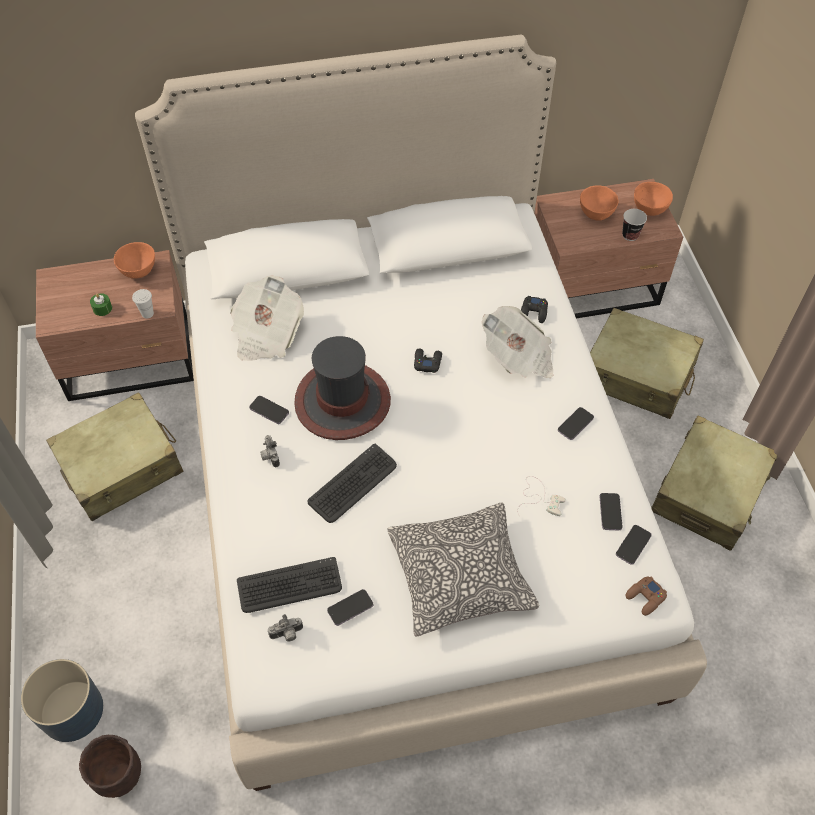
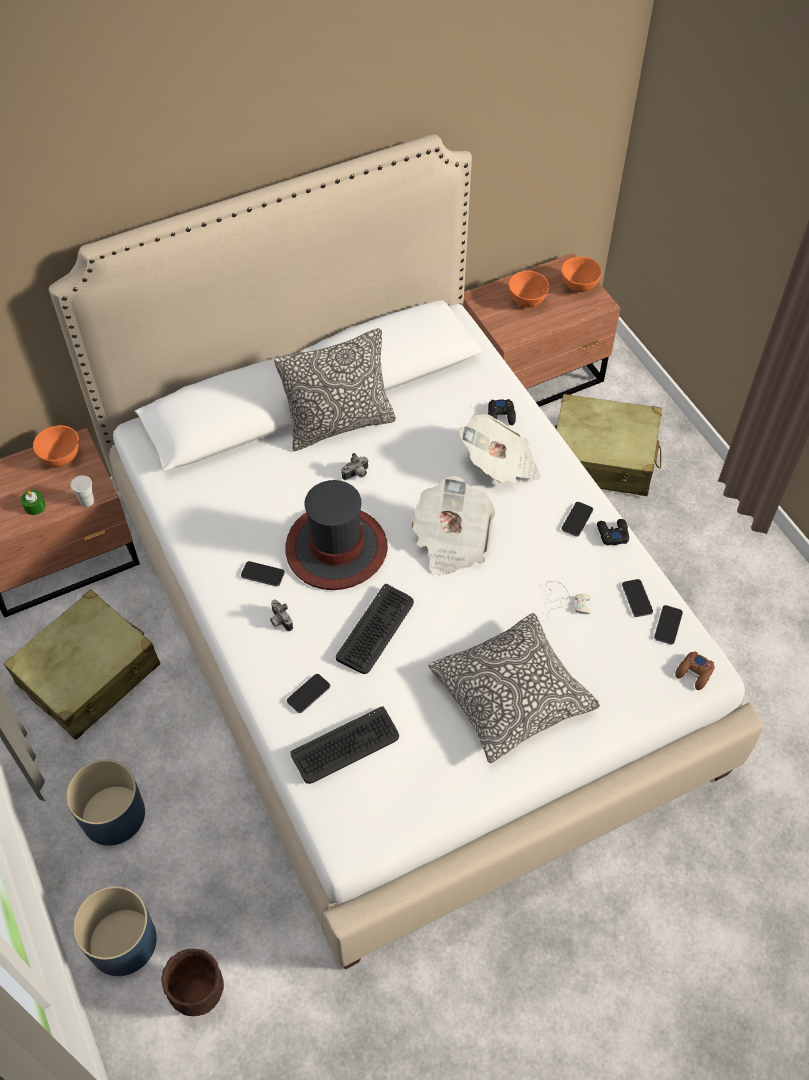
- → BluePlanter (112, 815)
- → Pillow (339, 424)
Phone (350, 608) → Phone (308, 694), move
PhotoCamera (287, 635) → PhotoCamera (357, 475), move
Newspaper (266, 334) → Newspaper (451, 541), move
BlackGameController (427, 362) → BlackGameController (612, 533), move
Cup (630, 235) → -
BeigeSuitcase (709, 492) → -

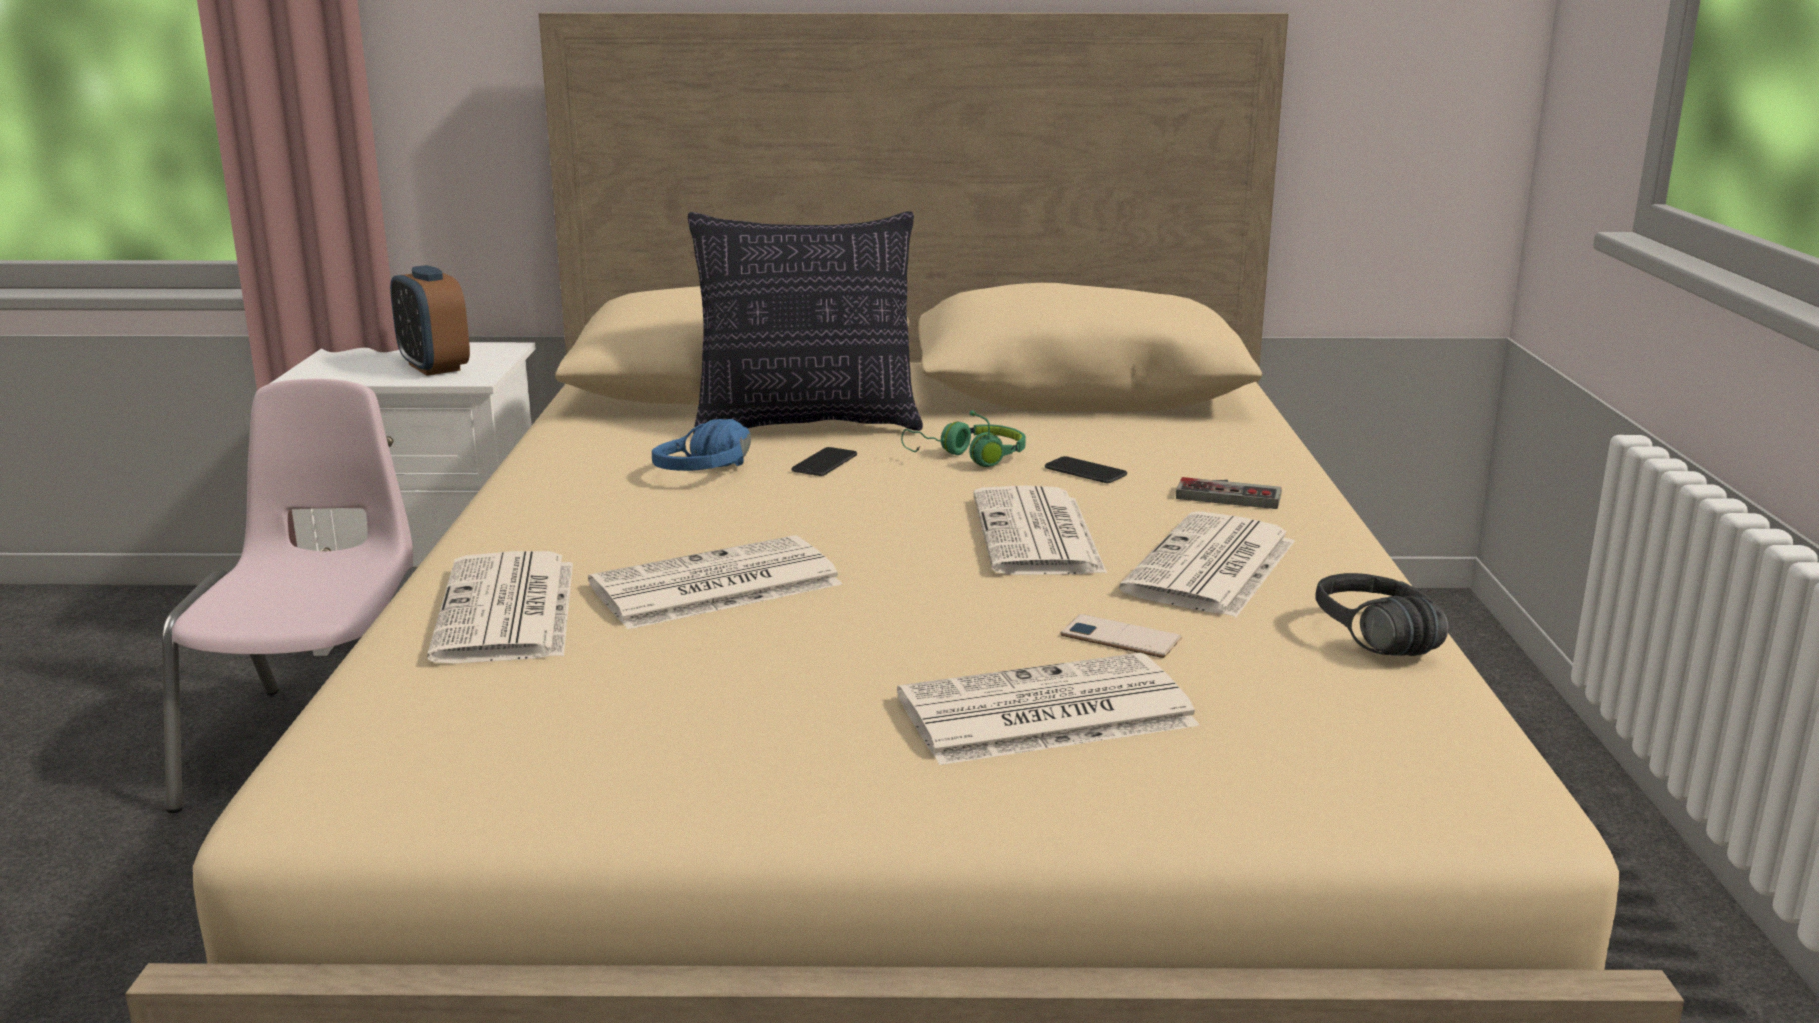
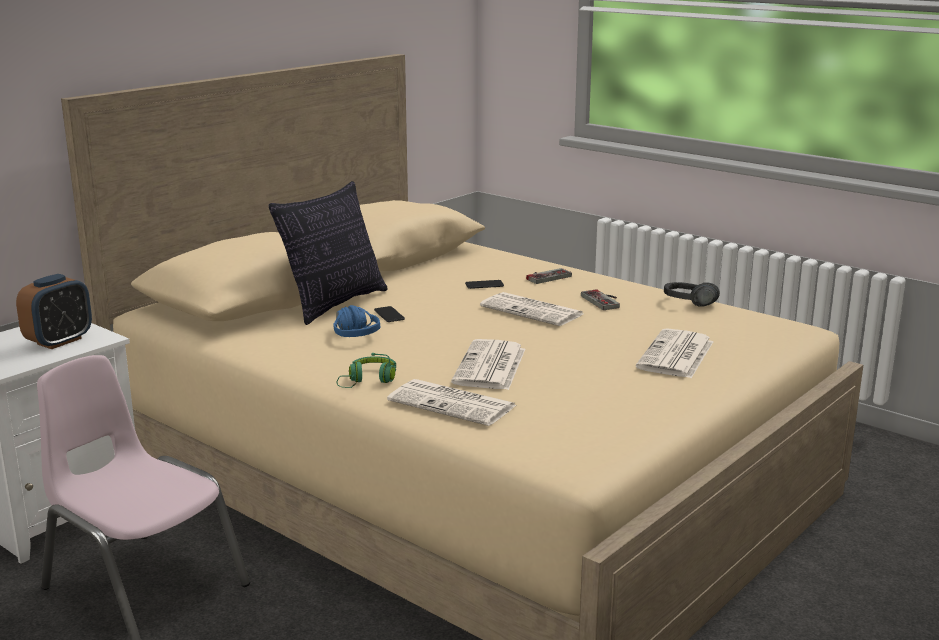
AlarmClock (434, 367) → AlarmClock (59, 341), 60 degrees counterclockwise
GreenHeadphones (970, 458) → GreenHeadphones (368, 381), move
Newspaper (1211, 568) → GameController (604, 301)
Phone (1120, 637) → -

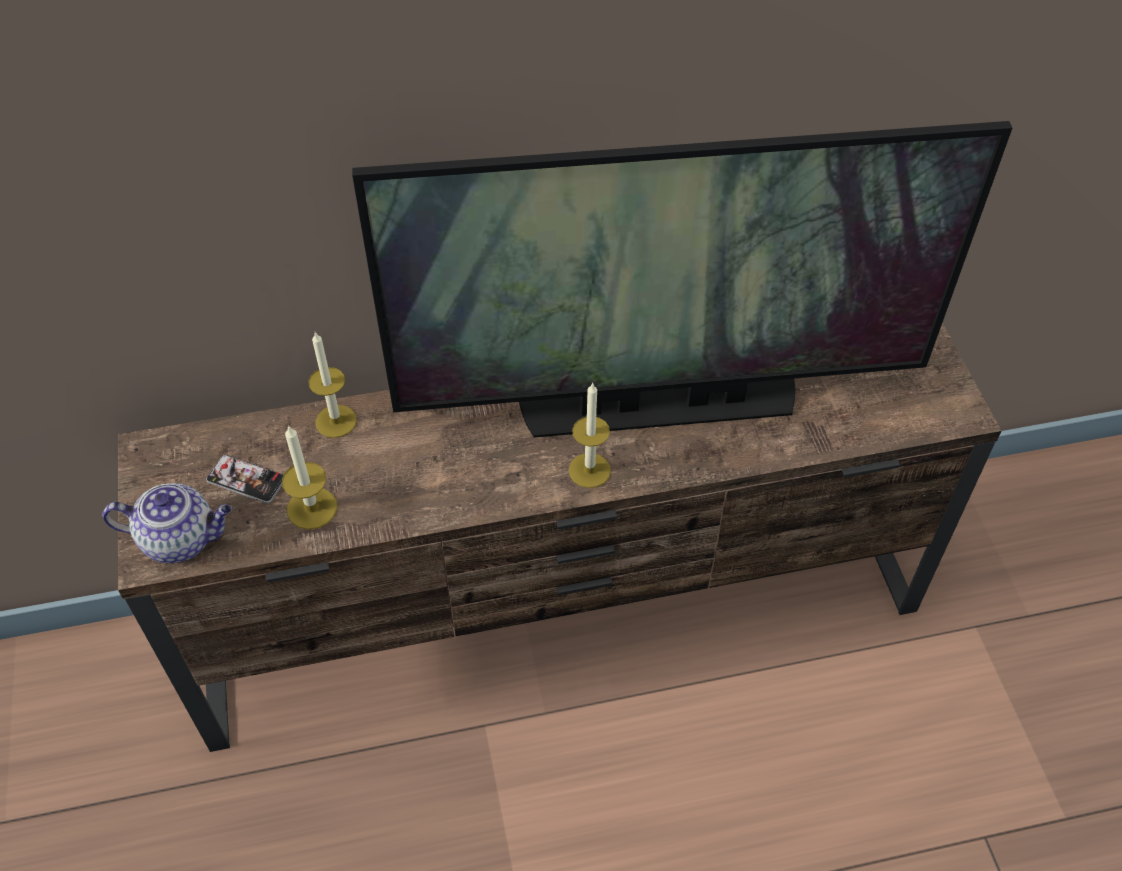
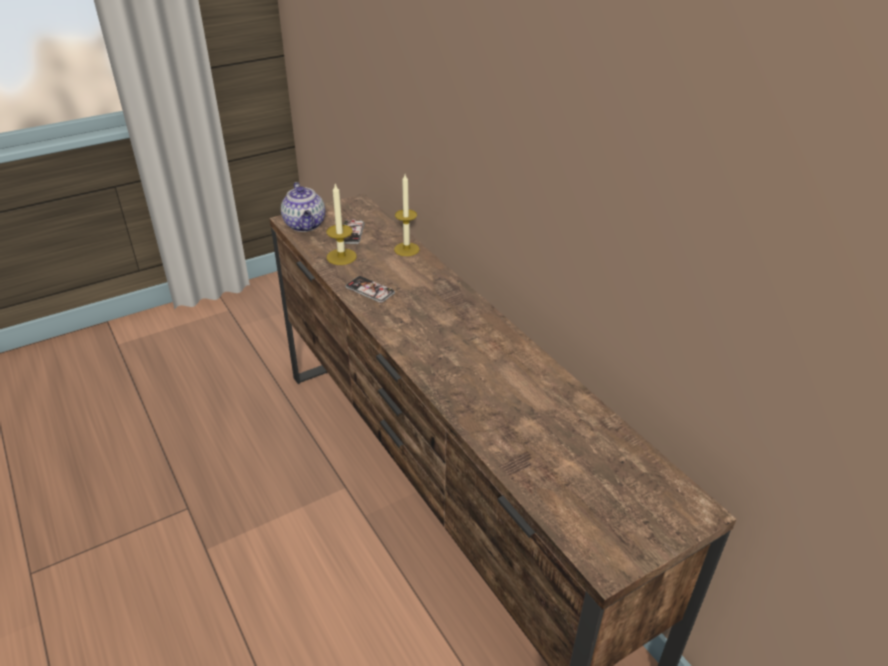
- → Phone (370, 290)
Television (659, 404) → -
Candle (589, 470) → -

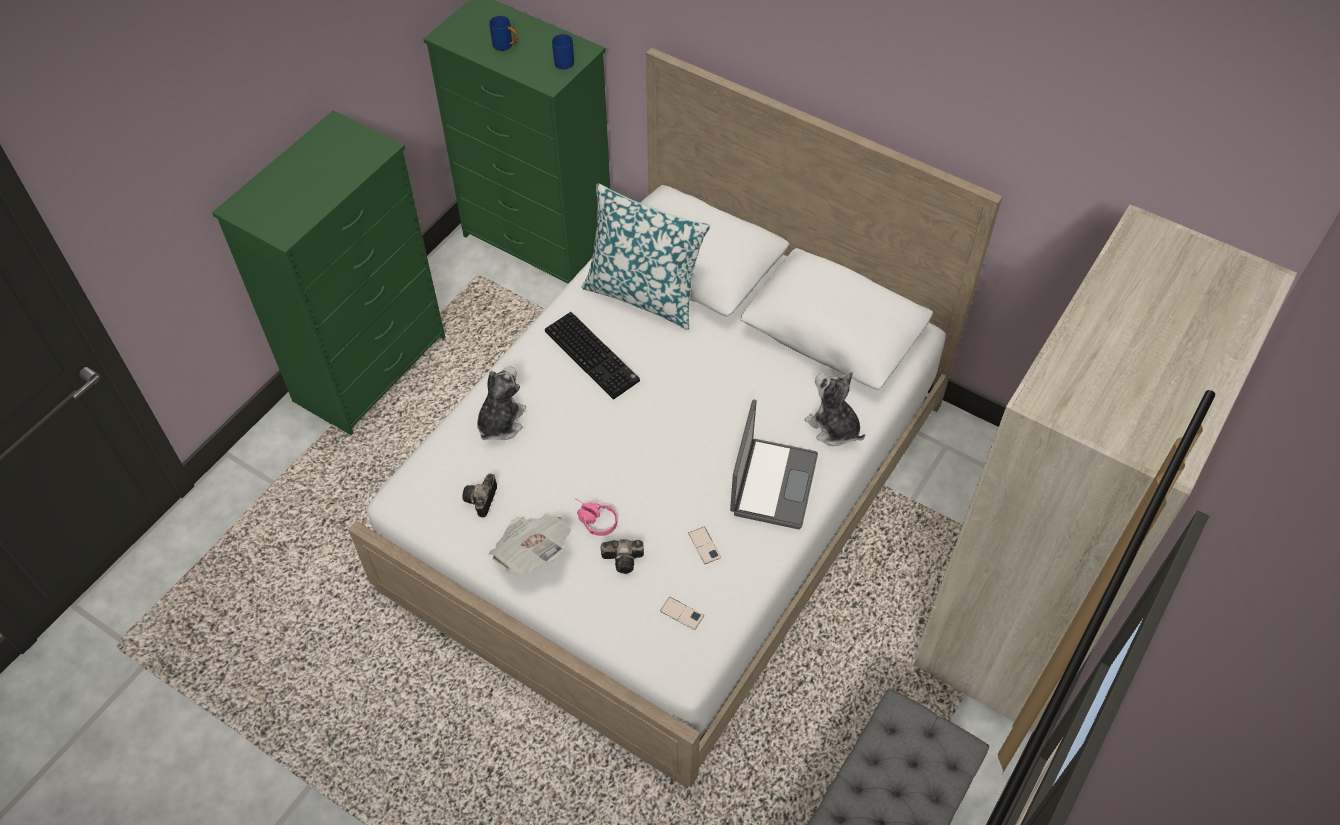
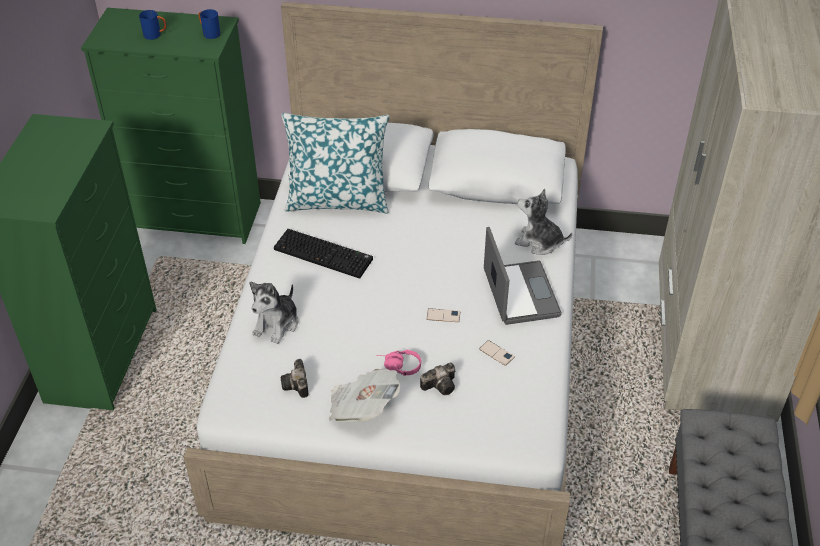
PlushToy (500, 422) → PlushToy (277, 324), 150 degrees counterclockwise
Phone (682, 613) → Phone (443, 315), move

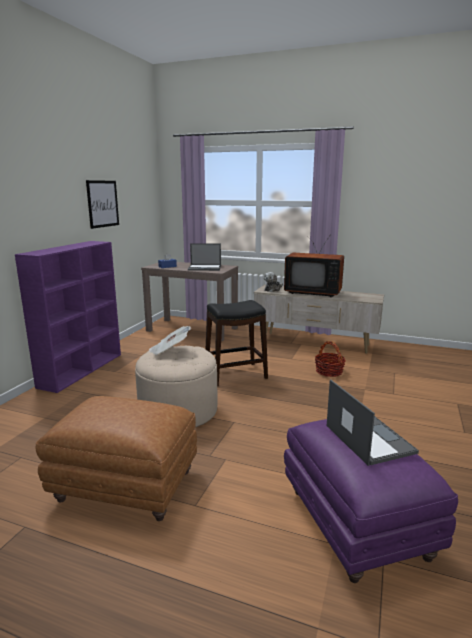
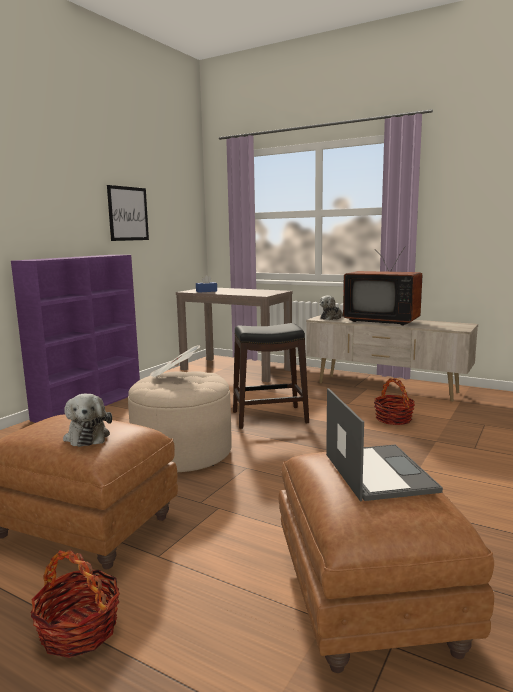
- → Basket (79, 630)
- → PlushToy (87, 436)
PurpleOttoman (355, 522) → BrownOttoman (365, 597)
Laptop (205, 268) → -

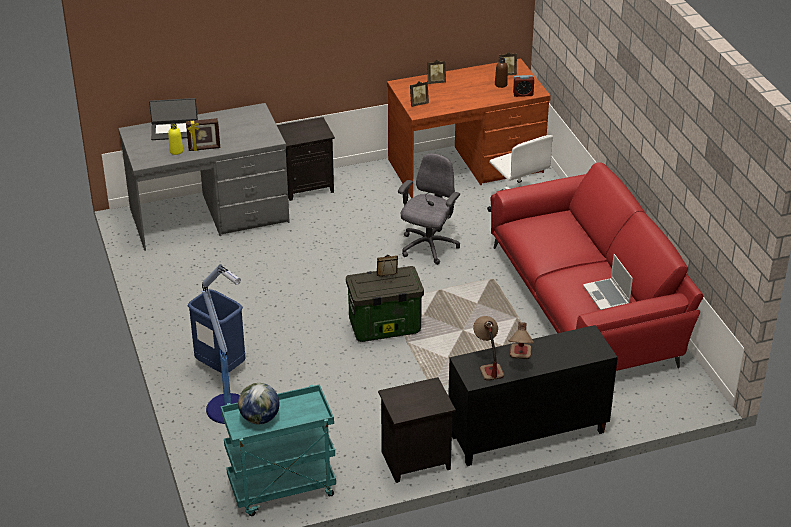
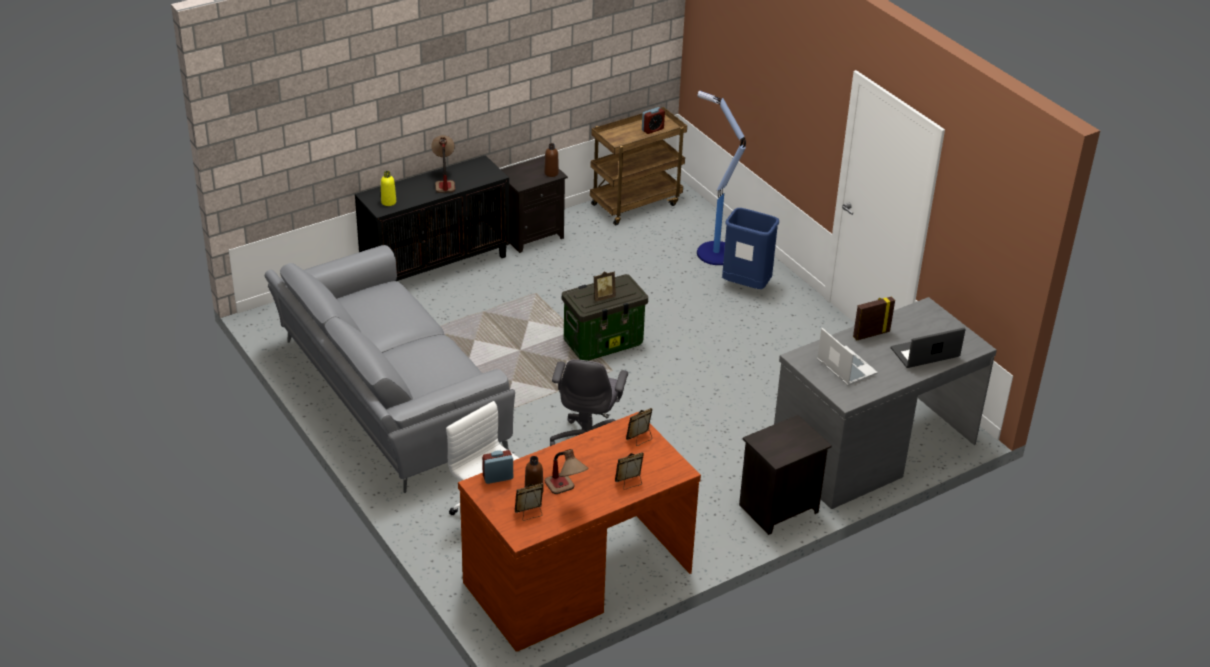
RedSofa (586, 304) → GreySofa (388, 396)
YellowBottle (176, 151) → YellowBottle (388, 202), move
- → BrownBottle (551, 173)
TableLamp (487, 364) → TableLamp (566, 493), move
TurquoiseCart (281, 490) → BrownCart (635, 203)
Globe (259, 419) → AlarmClock (652, 129)
Laptop (607, 296) → Laptop (845, 367), move

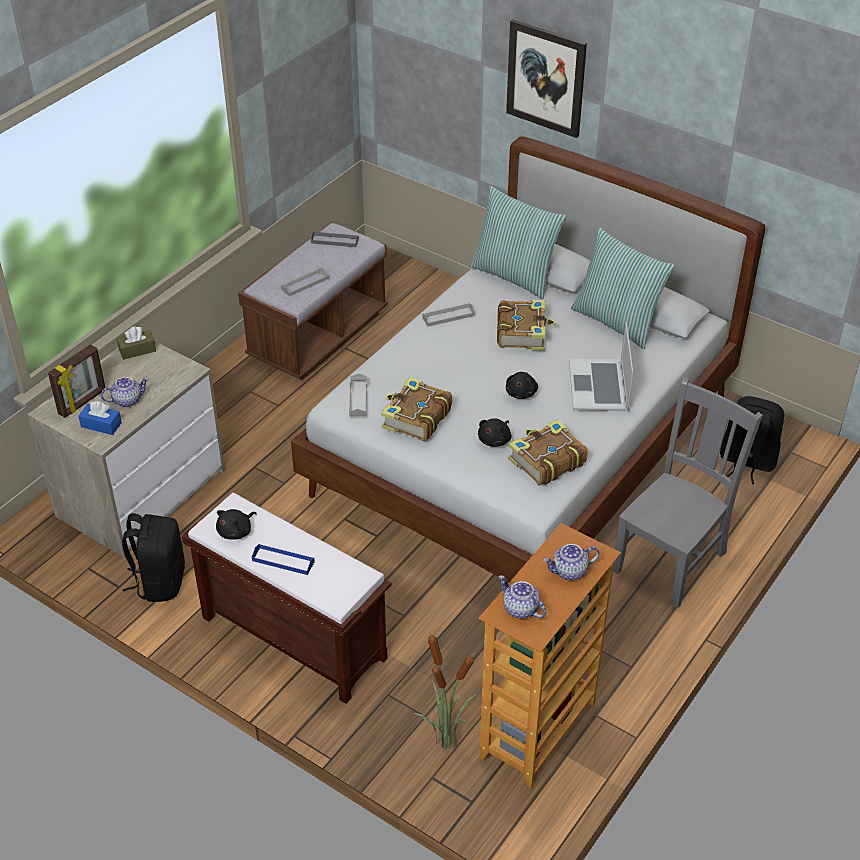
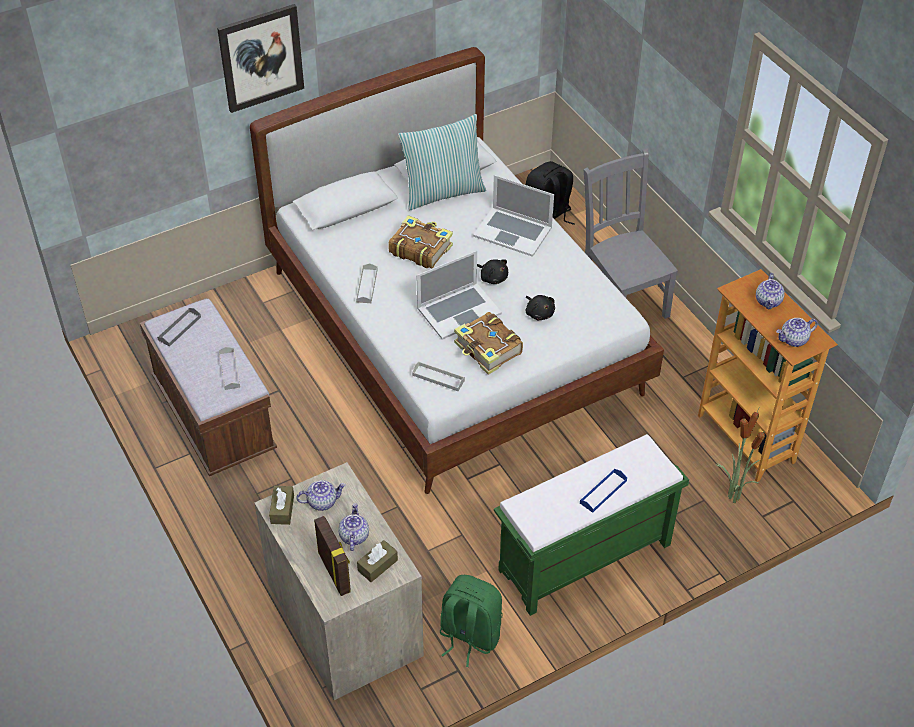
- → Teapot (322, 501)
BlueTissueBox (101, 425) → BrownTissueBox (377, 565)
- → Laptop (458, 310)
BlackBackpack (159, 581) → GreenBackpack (469, 636)
BrownBench (291, 637) → GreenBench (583, 559)
BlackPlushToy (236, 531) → -
Pillow (514, 275) → -
Book (546, 461) → -

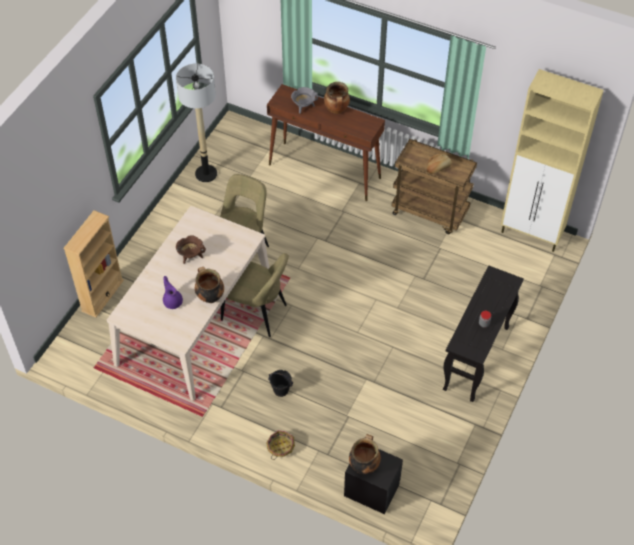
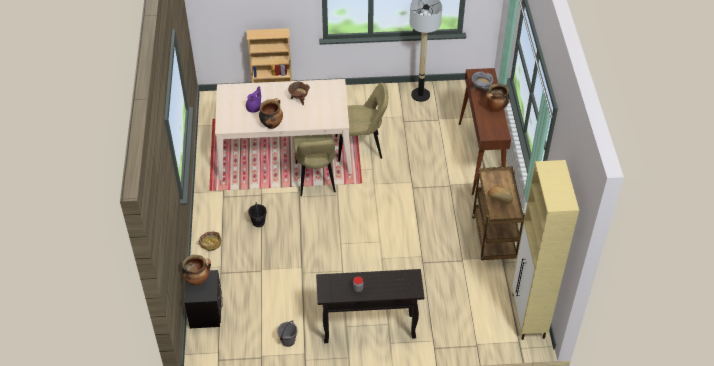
- → GreyBucket (288, 341)

